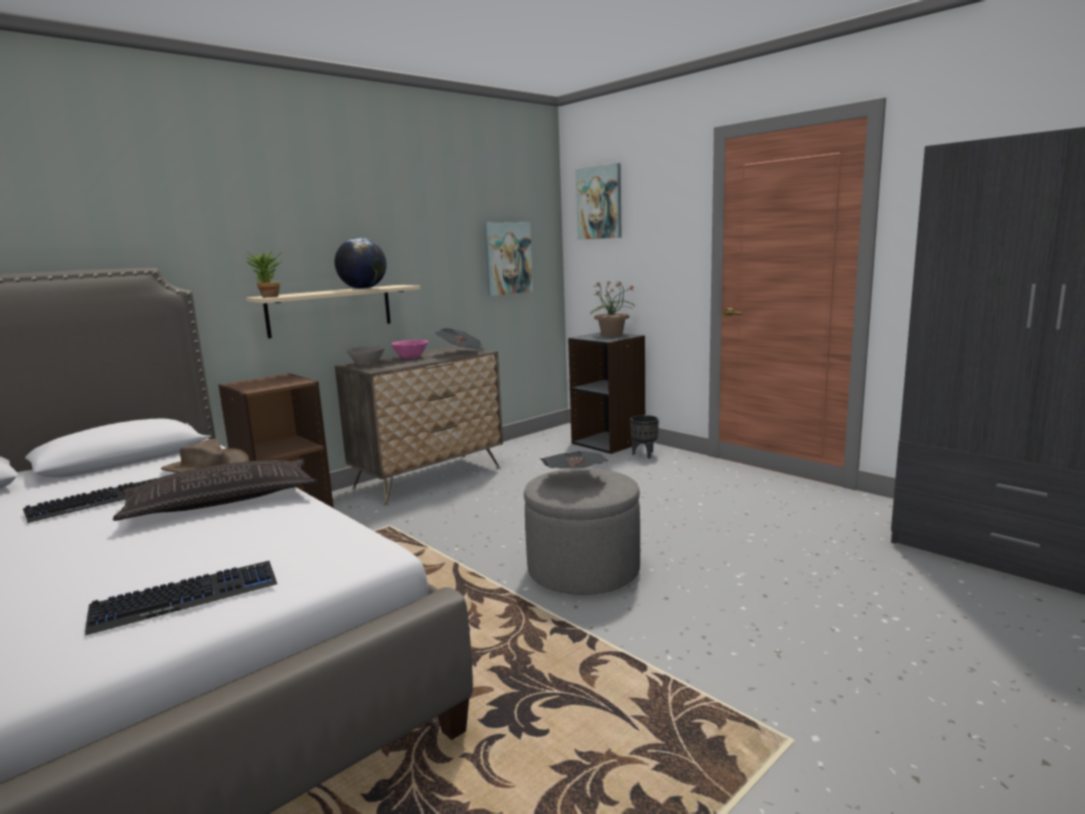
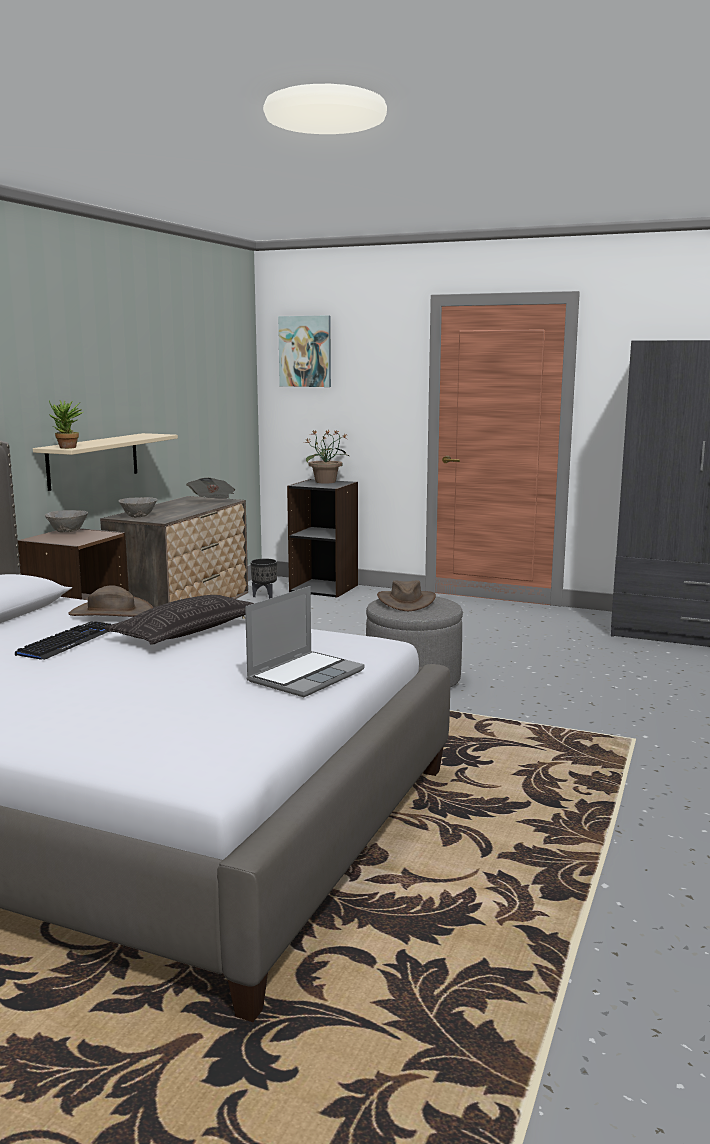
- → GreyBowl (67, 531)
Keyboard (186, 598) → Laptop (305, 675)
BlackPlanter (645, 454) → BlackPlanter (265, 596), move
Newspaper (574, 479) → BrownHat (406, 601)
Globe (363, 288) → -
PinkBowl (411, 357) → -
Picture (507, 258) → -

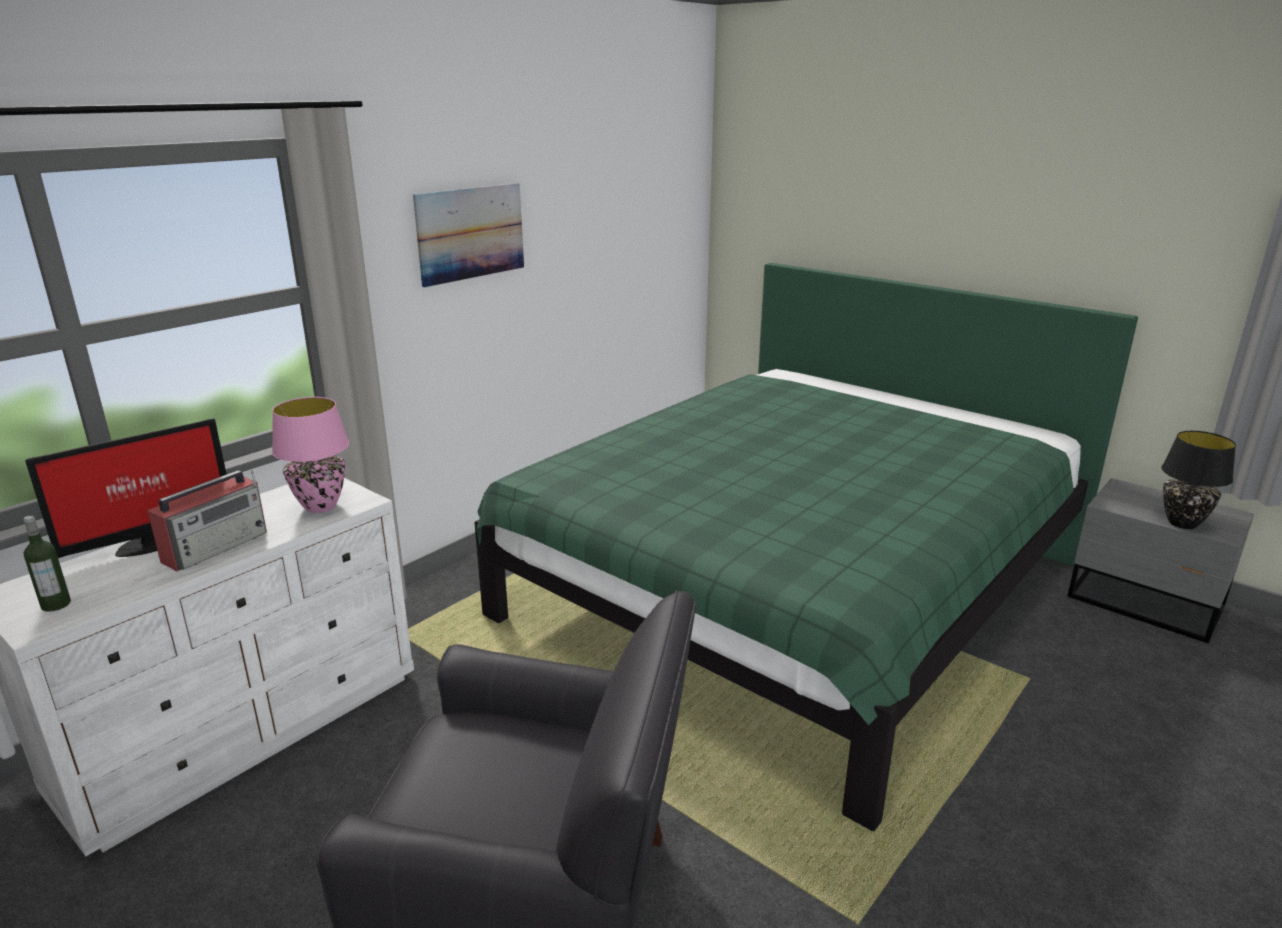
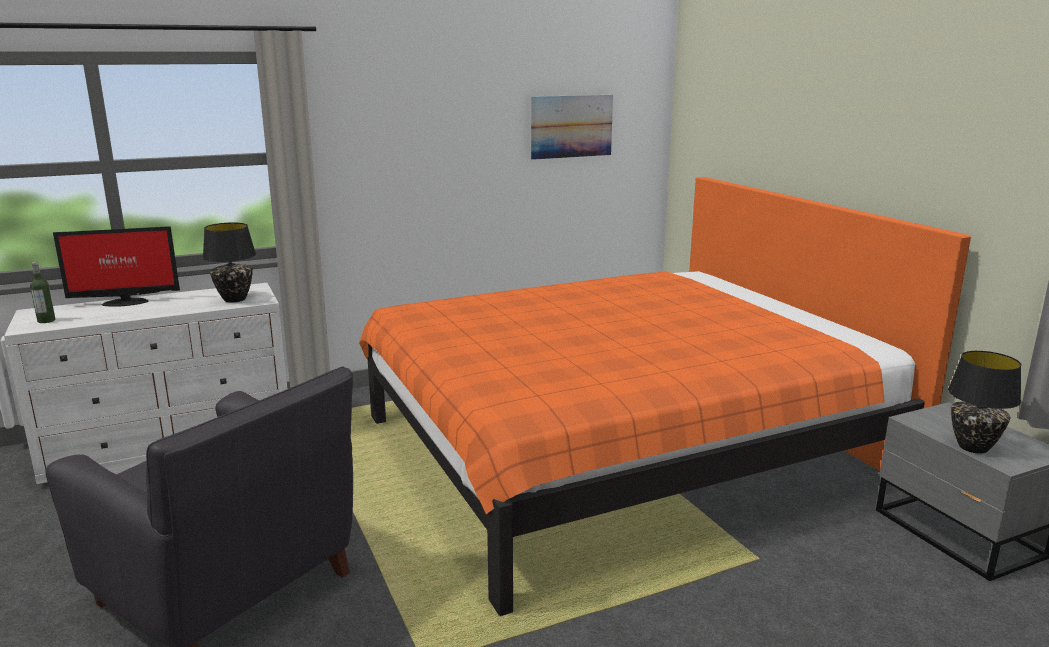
PinkTableLamp (320, 506) → BlackTableLamp (235, 299)
GreenBed (793, 588) → OrangeBed (619, 449)
Picture (471, 233) → Picture (571, 126), move
Radio (217, 546) → -

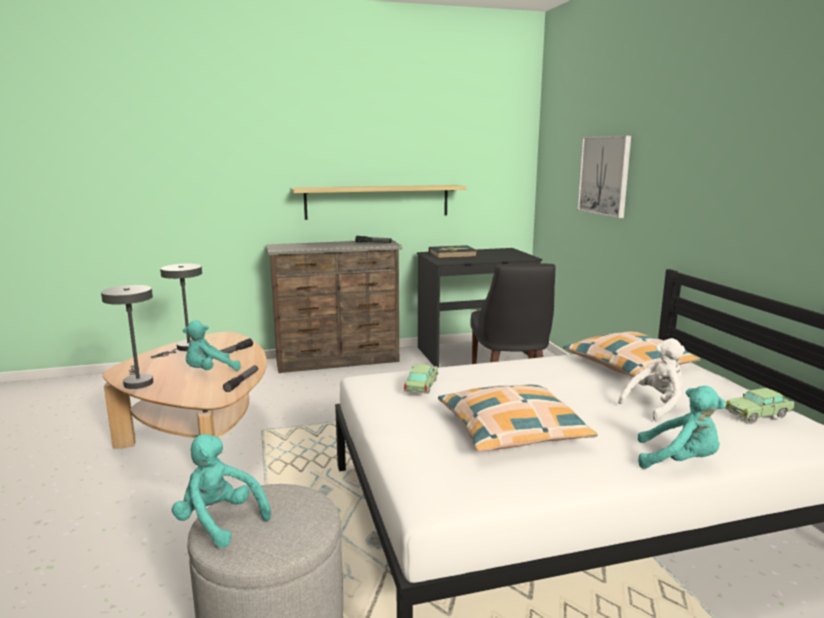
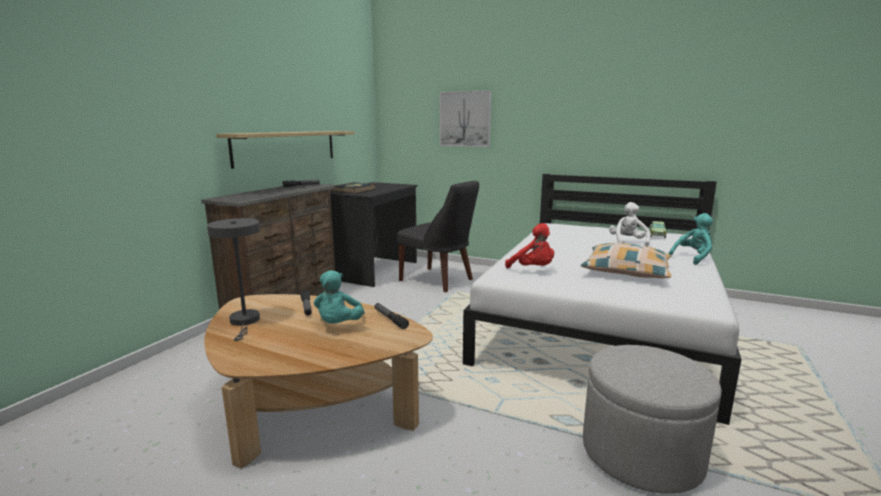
ToyCar (421, 386) → RedPlushToy (533, 269)
GreyTableLamp (137, 382) → -
TurquoisePlushToy (219, 522) → -
Pillow (628, 365) → -

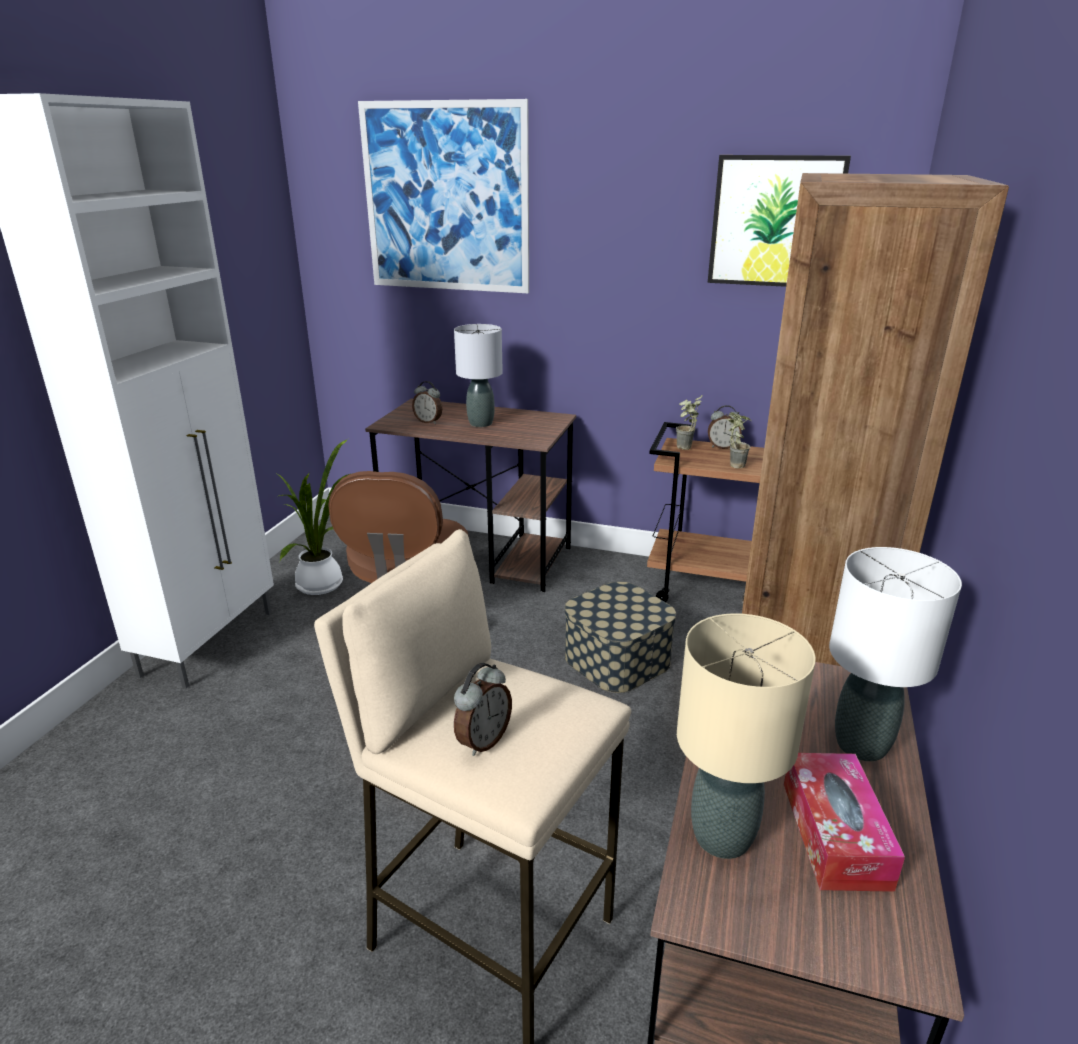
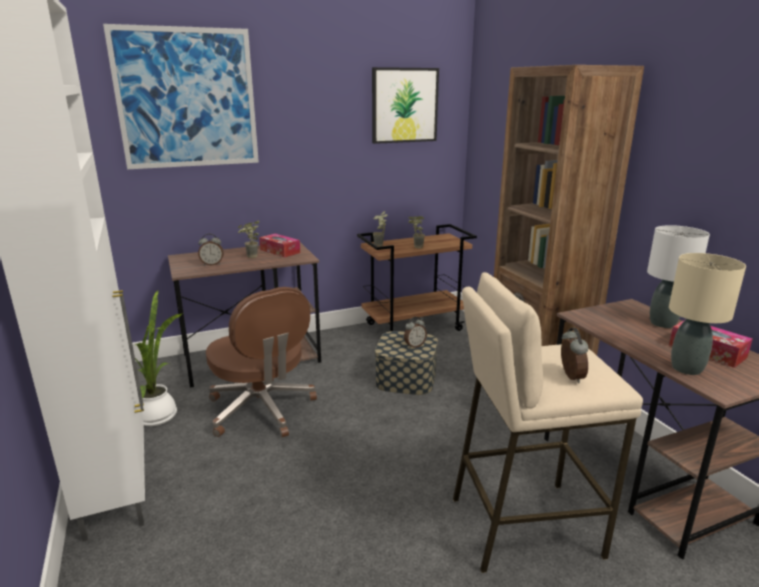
GreyTableLamp (480, 423) → PottedPlant (250, 257)
- → TissueBox (280, 251)
AlarmClock (722, 447) → AlarmClock (414, 345), move

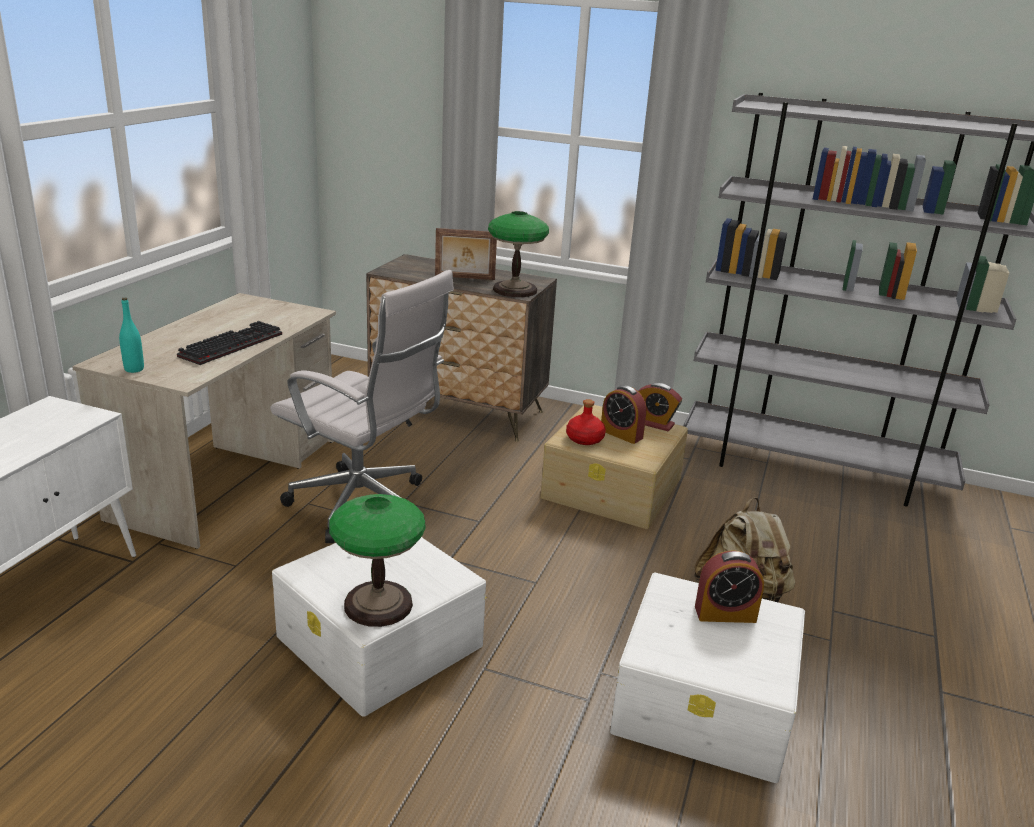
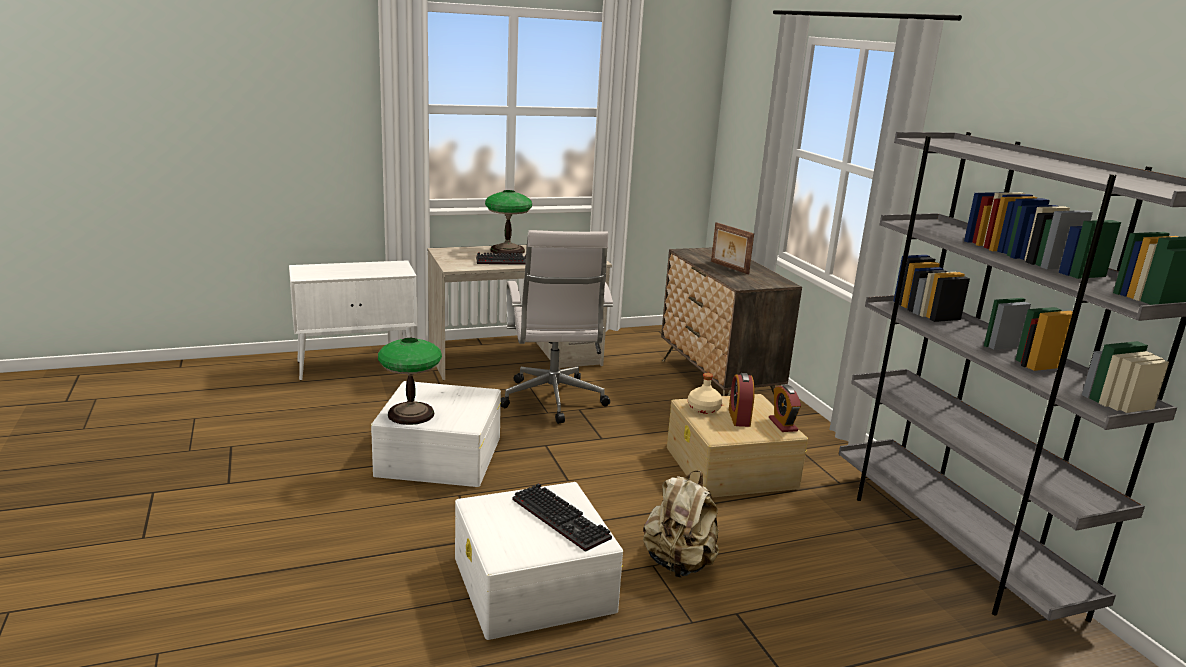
TableLamp (514, 290) → TableLamp (507, 250), move
AlarmClock (725, 614) → Keyboard (563, 519)
RedBottle (584, 439) → BeigeBottle (703, 408)
TurquoiseBottle (134, 369) → -

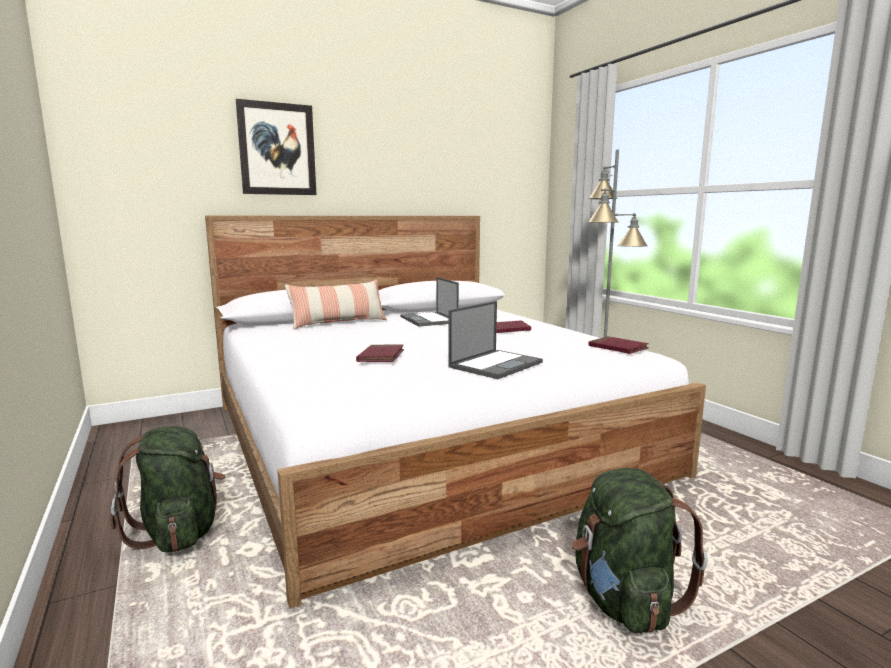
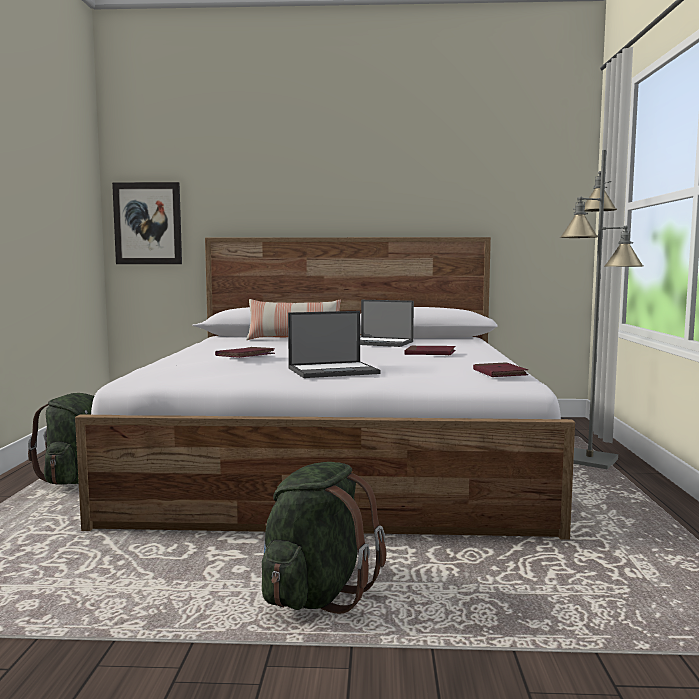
Picture (277, 149) → Picture (148, 223), move
Laptop (429, 320) → Laptop (381, 343), 75 degrees counterclockwise

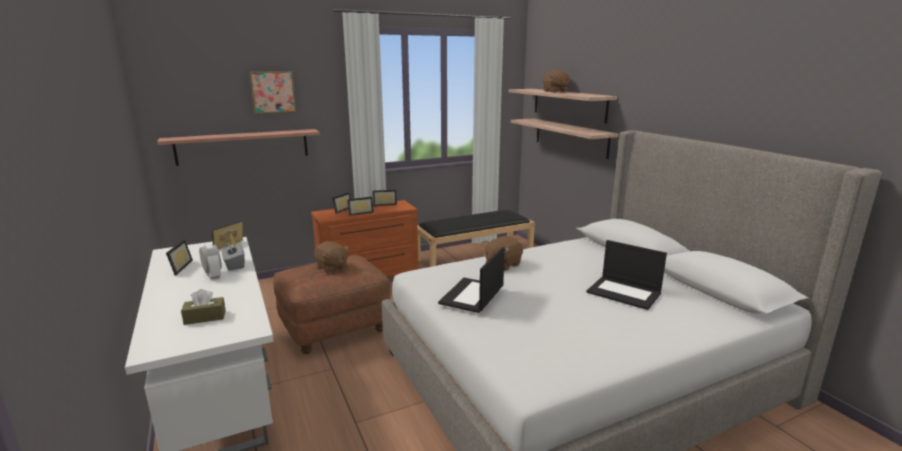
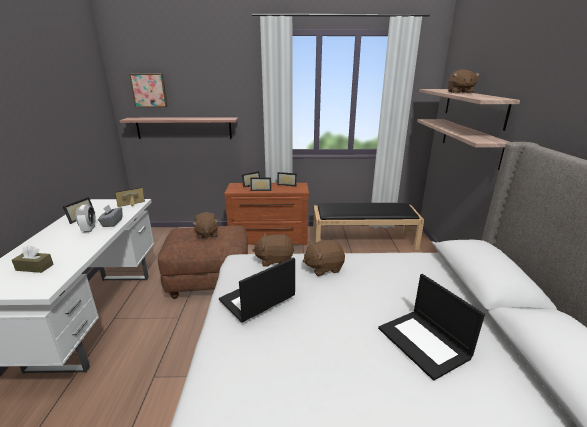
Picture (273, 92) → Picture (149, 90), move
- → BrownPlushToy (274, 260)

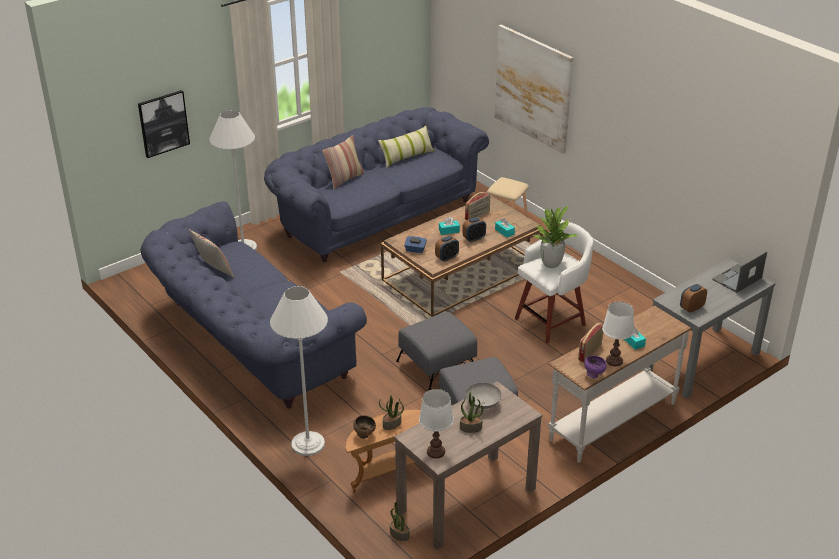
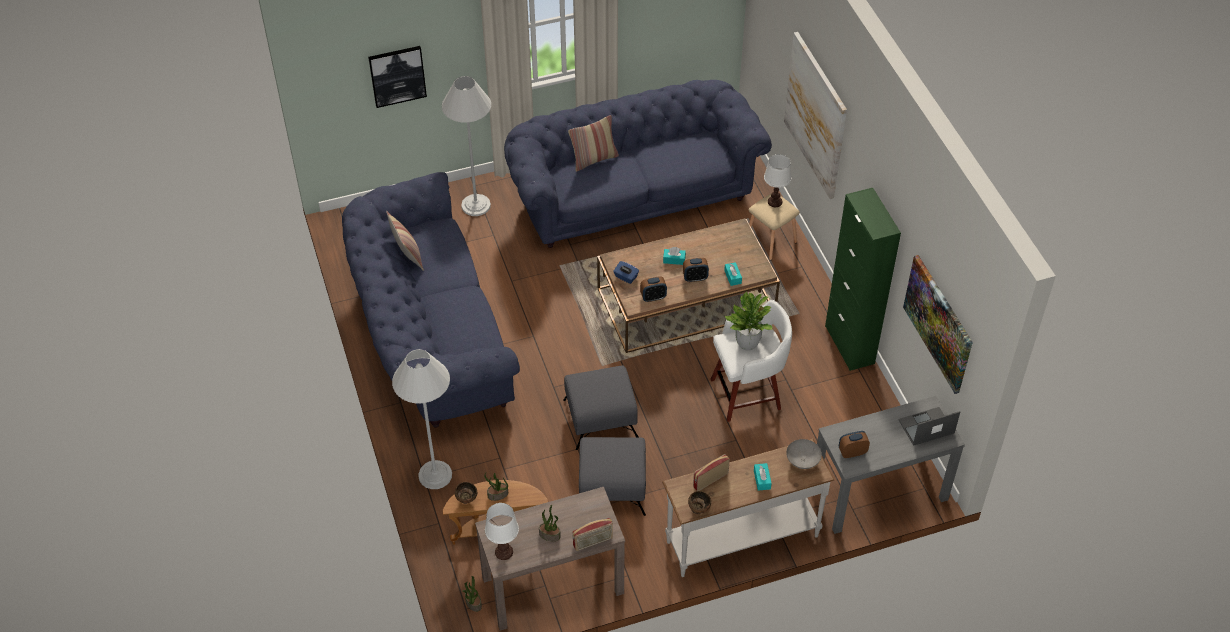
Radio (477, 216) → Radio (593, 542), move
PurpleBowl (593, 375) → BrownBowl (698, 509)
WhiteTableLamp (614, 361) → WhiteTableLamp (775, 202), move
GreyBowl (483, 404) → GreyBowl (803, 461), move
- → GreenCabinet (849, 344)
- → Picture (938, 323)
Pillow (407, 157) → -

